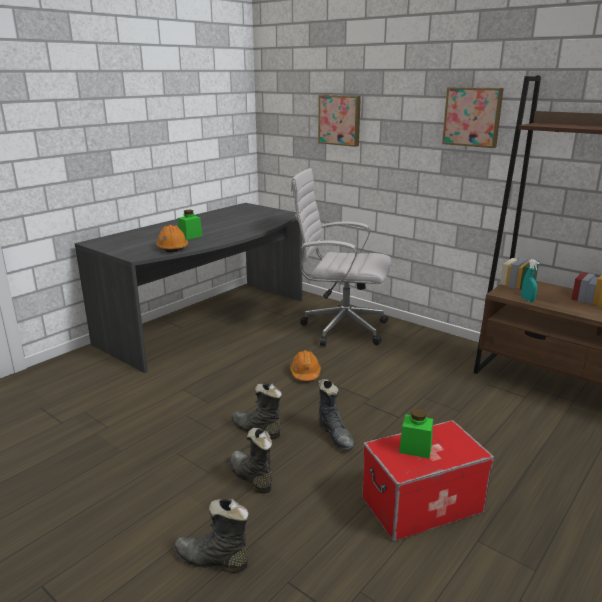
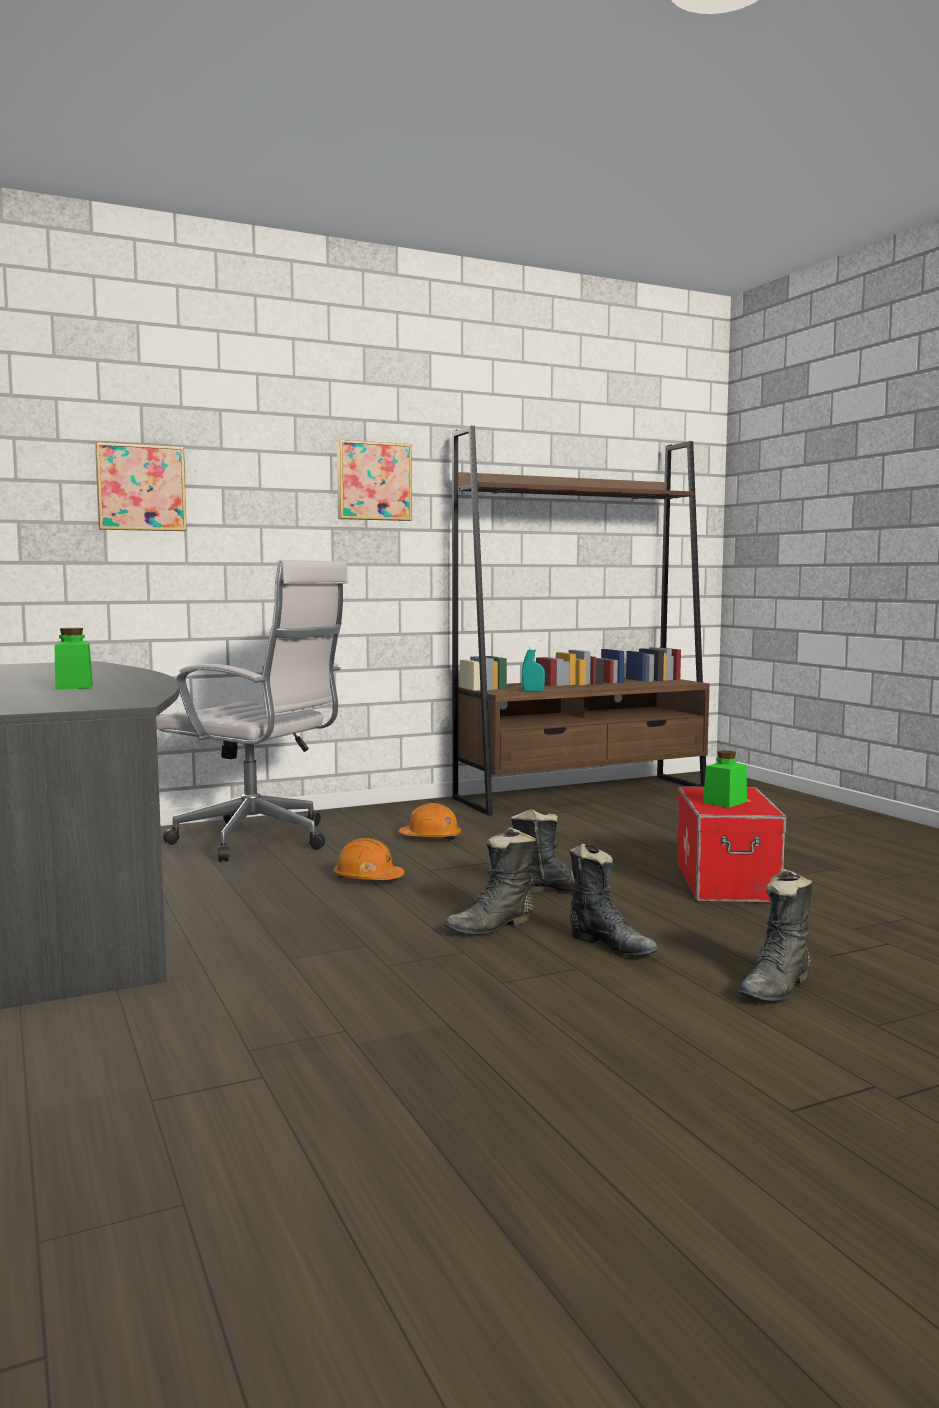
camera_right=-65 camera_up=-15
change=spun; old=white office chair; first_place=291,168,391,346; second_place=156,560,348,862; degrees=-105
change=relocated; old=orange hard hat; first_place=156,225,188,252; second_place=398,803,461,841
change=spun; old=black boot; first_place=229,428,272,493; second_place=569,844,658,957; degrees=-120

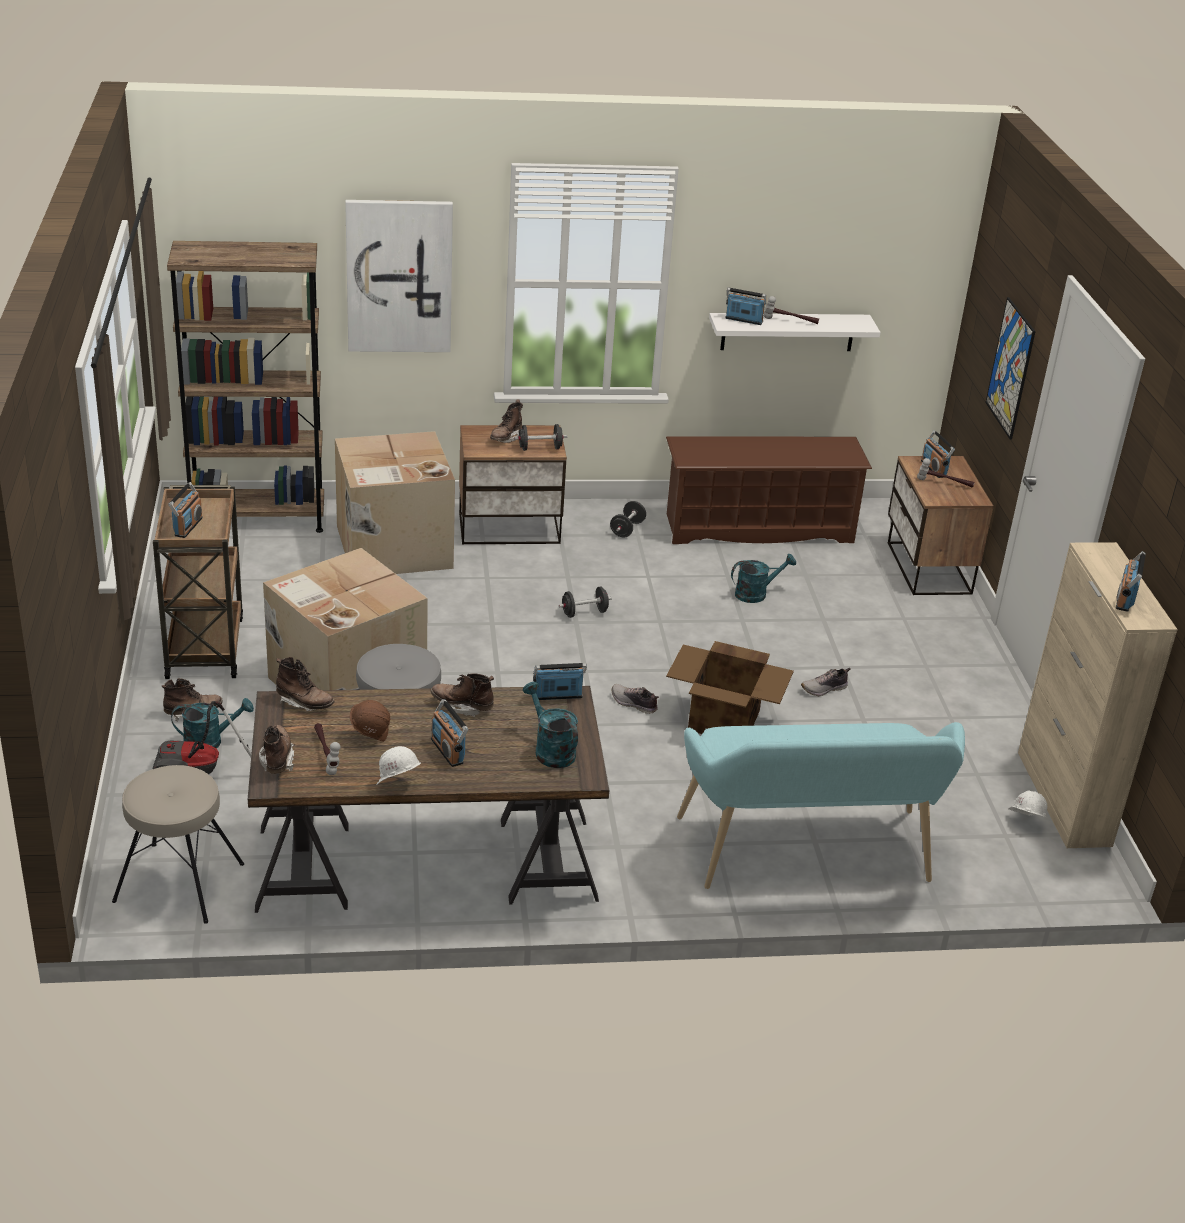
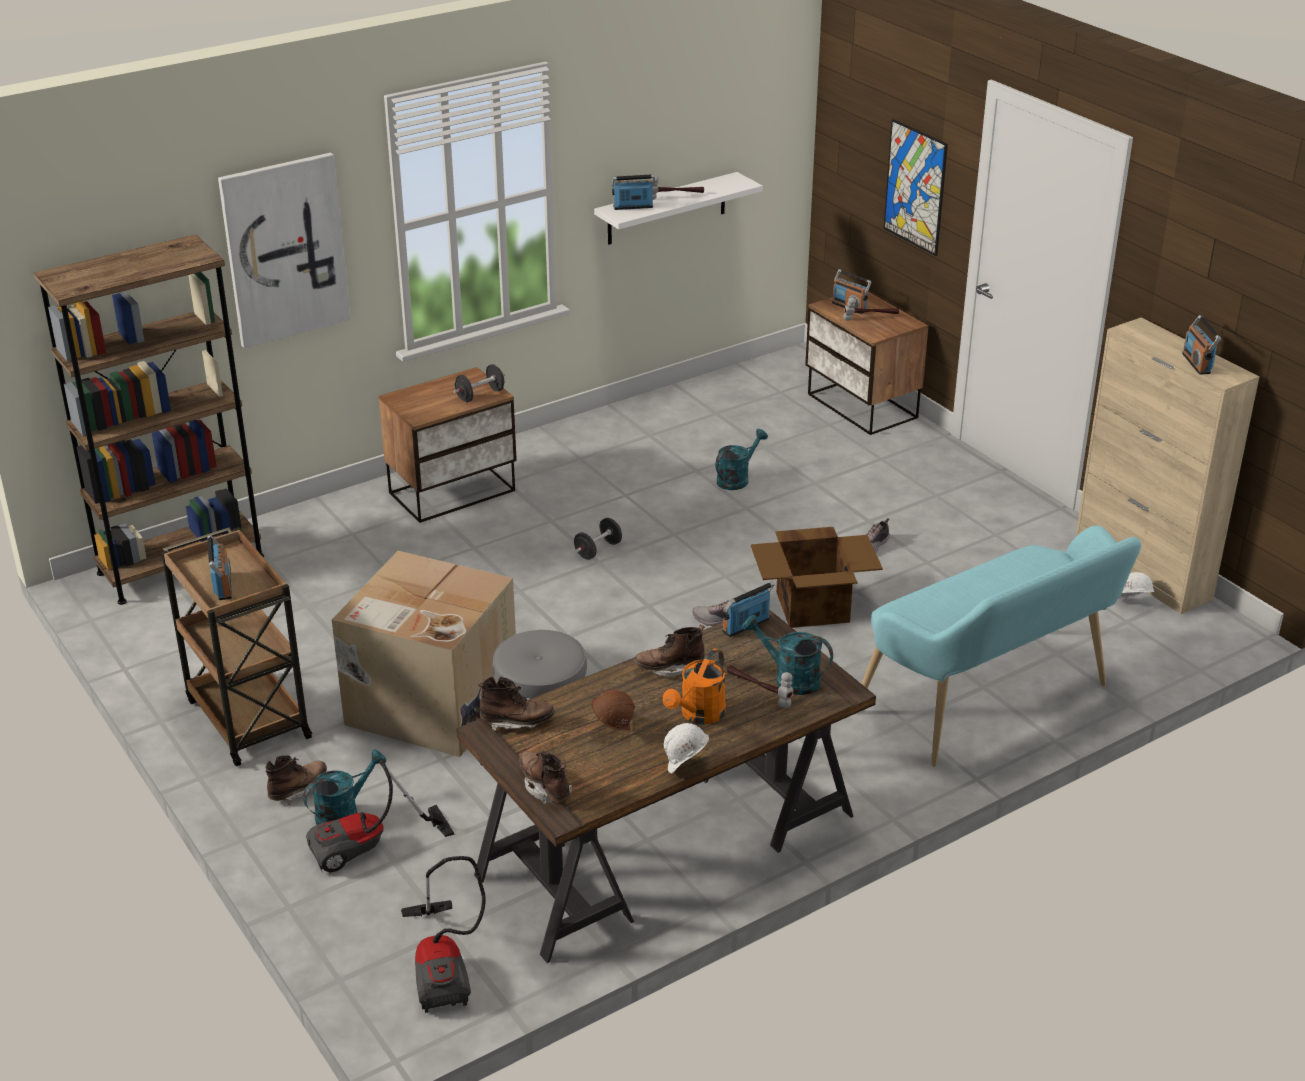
camera_right=-25 camera_up=0
change=exchanged; old=beige stool; new=vacuum cleaner; first_place=112,765,244,924; second_place=401,856,486,1013
change=exchanged; old=radio; new=orange watering can; first_place=431,699,468,767; second_place=663,649,726,725
change=relocated; old=hammer; first_place=314,723,341,775; second_place=727,665,794,708
change=missing; old=cardboard box; first_place=335,431,455,574
change=missing; old=brown boot; first_place=490,400,523,443
change=missing; old=black dumbbell; first_place=610,501,646,537
change=missing; old=brown shoe rack; first_place=666,436,872,544

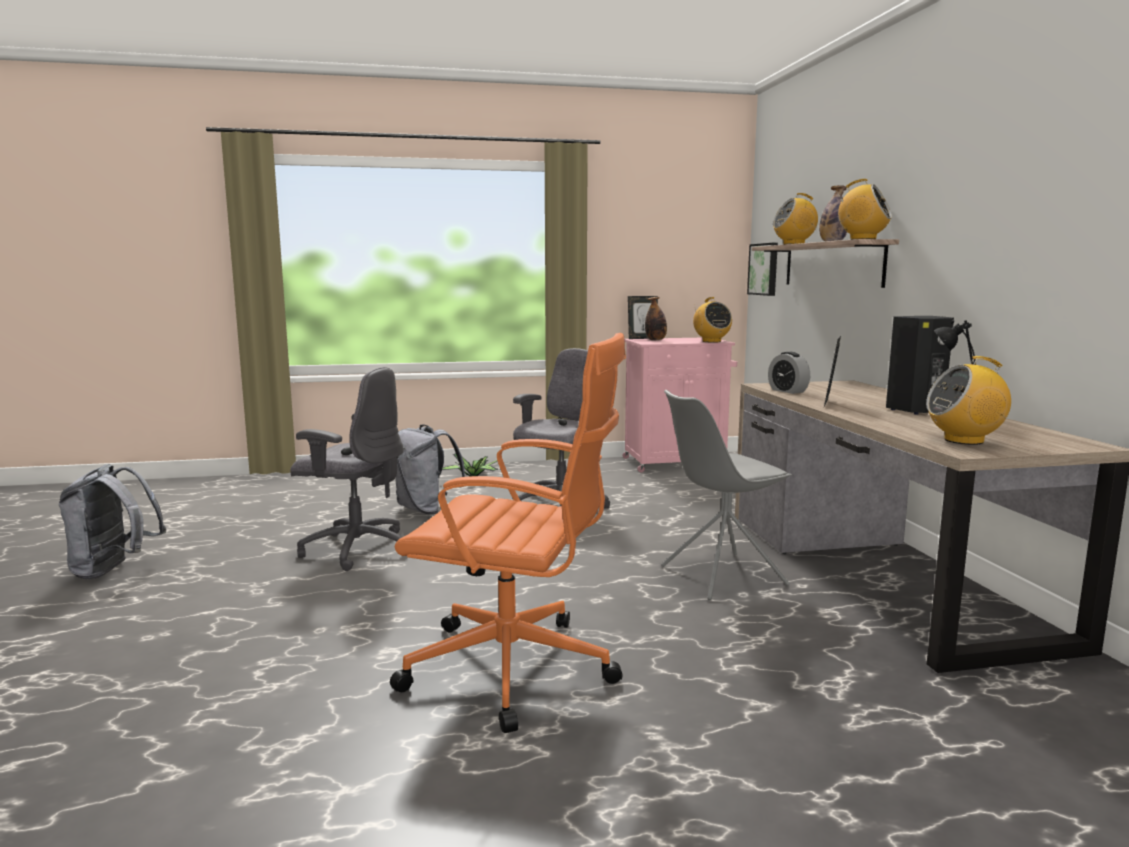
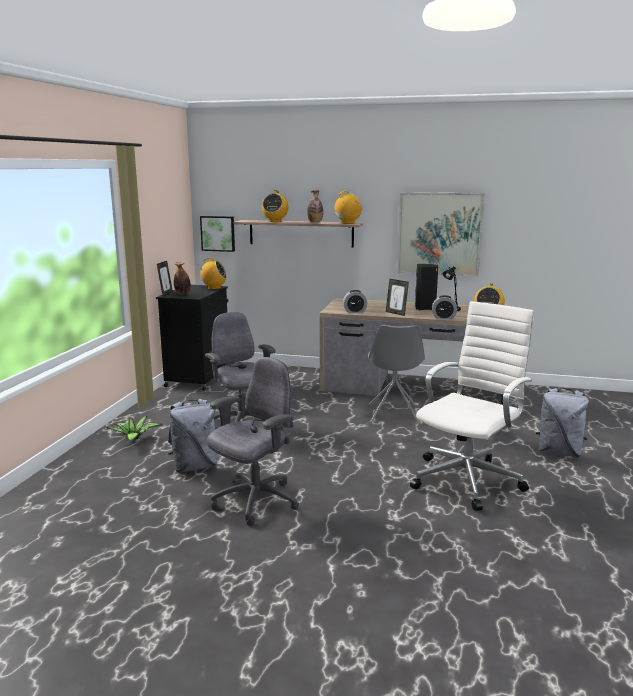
camera_right=-65 camera_up=5
change=colour; old=pink cabinet; new=black cabinet; first_place=622,338,737,472; second_place=156,285,228,391
change=appeared; new=picture; second_place=397,192,485,277
change=colour; old=orange office chair; new=white office chair; first_place=390,333,626,733; second_place=410,301,534,511
change=appeared; new=alarm clock; second_place=432,295,457,319
change=relocated; old=grey backpack; first_place=59,464,167,580; second_place=536,388,589,457

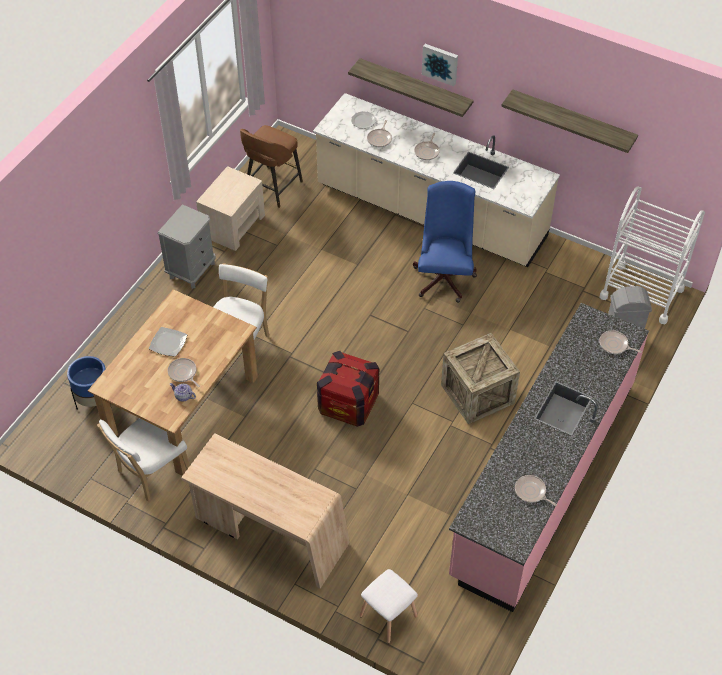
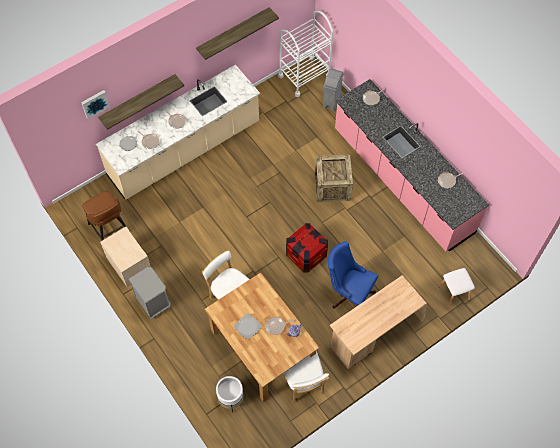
camera_right=-65 camera_up=10
change=relocated; old=picture; first_place=422,44,458,86; second_place=81,90,110,119
change=colour; old=blue planter; new=white planter; first_place=67,356,106,410; second_place=216,376,244,413
change=relocated; old=blue office chair; first_place=413,181,477,303; second_place=328,241,378,309

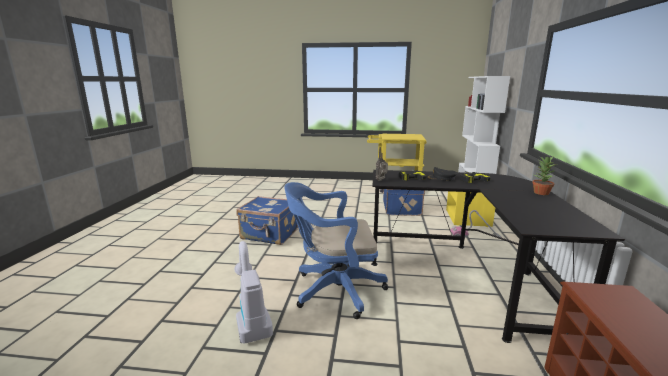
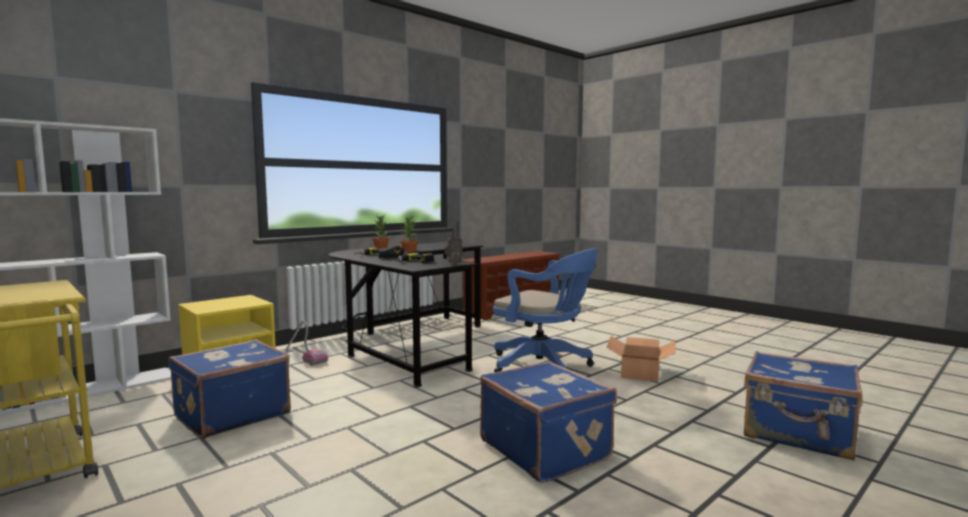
camera_right=-140 camera_up=-10
change=appeared; new=potted plant; second_place=401,216,418,252
change=exchanged; old=vacuum cleaner; new=cardboard box; first_place=234,241,273,343; second_place=607,336,676,382
change=appeared; new=blue suitcase; second_place=744,351,862,461

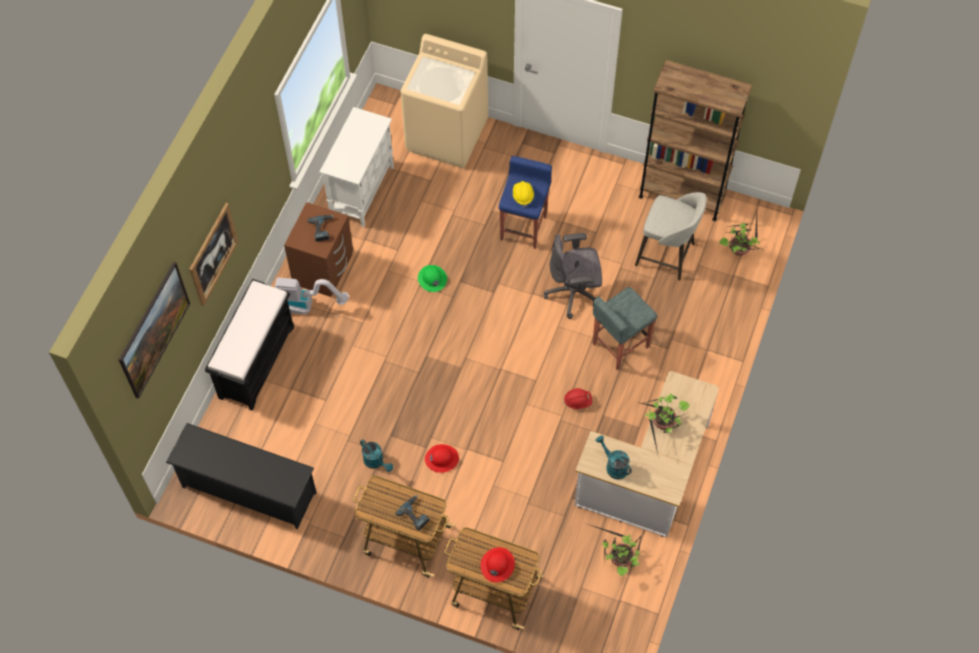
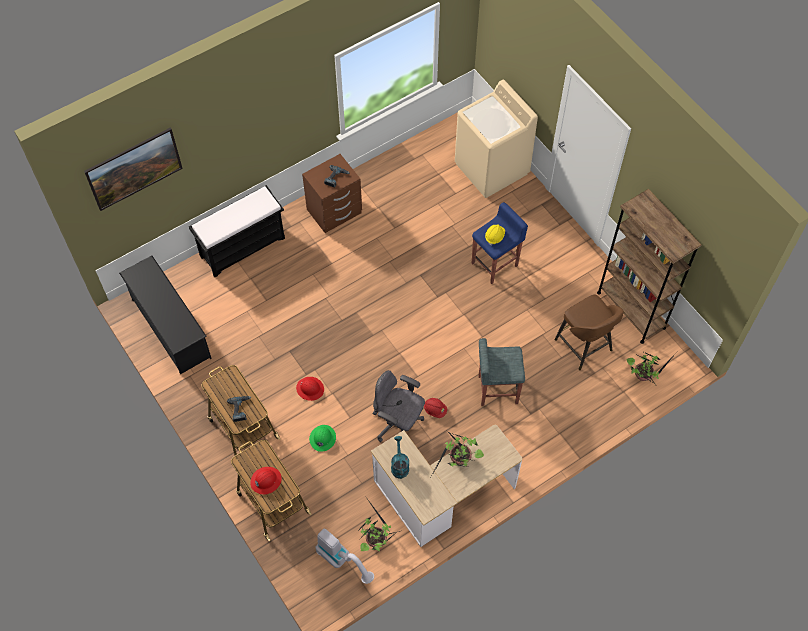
camera_right=35 camera_up=0
change=relocated; old=green hard hat; first_place=418,265,447,292; second_place=309,425,336,452
change=relocated; old=vacuum cleaner; first_place=275,278,349,314; second_place=315,529,374,584
change=relocated; old=grey office chair; first_place=544,233,602,319; second_place=373,370,425,442
change=colour; old=grey stool; new=brown stool; first_place=635,192,706,280; second_place=555,295,624,370
change=missing; old=picture; first_place=189,203,239,306
change=missing; old=white cabinet; first_place=320,107,394,227
change=missing; old=turquoise watering can; first_place=360,439,393,472

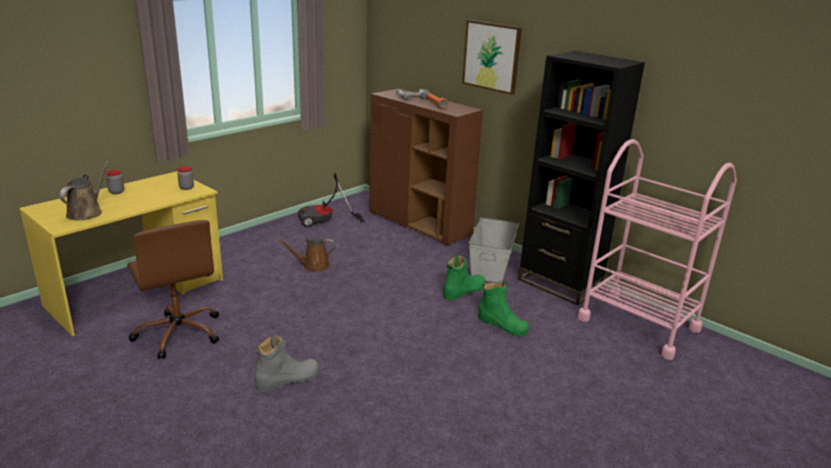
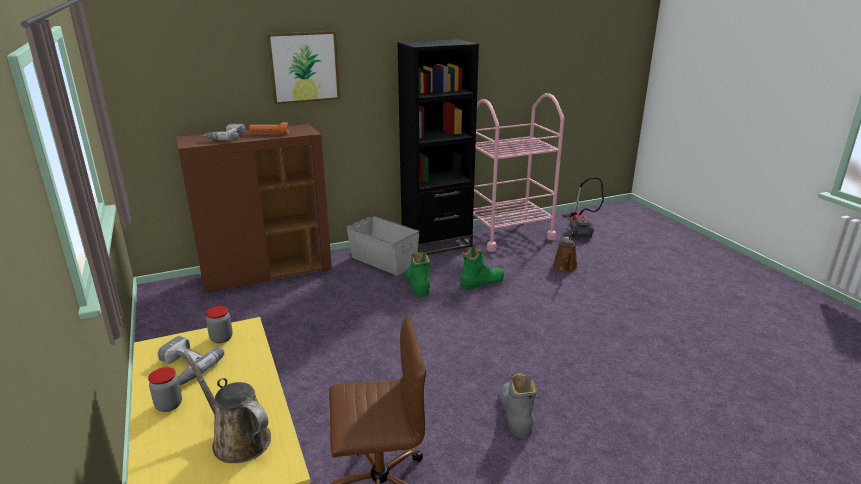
camera_right=-65 camera_up=0
change=appeared; new=power drill; second_place=157,336,224,385
change=relocated; old=brown watering can; first_place=278,238,336,271; second_place=553,237,578,272
change=relocated; old=vacuum cleaner; first_place=298,173,365,227; second_place=563,177,604,238

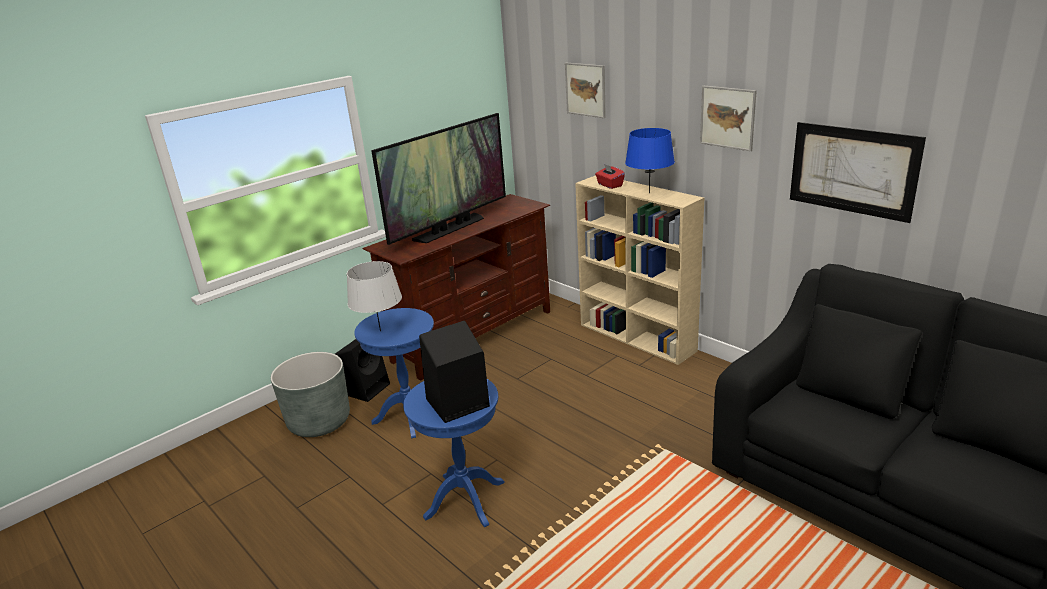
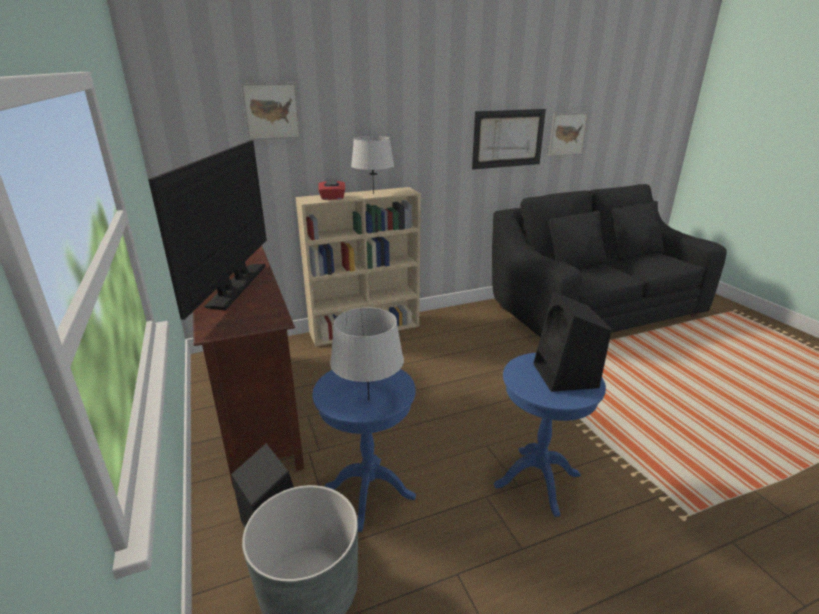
camera_right=-70 camera_up=0
change=spun; old=television; first_place=371,113,506,245; second_place=148,140,267,320; degrees=-150
change=colour; old=blue table lamp; new=grey table lamp; first_place=625,128,675,193; second_place=351,136,394,194
change=relocated; old=picture; first_place=700,86,757,151; second_place=549,112,588,157

